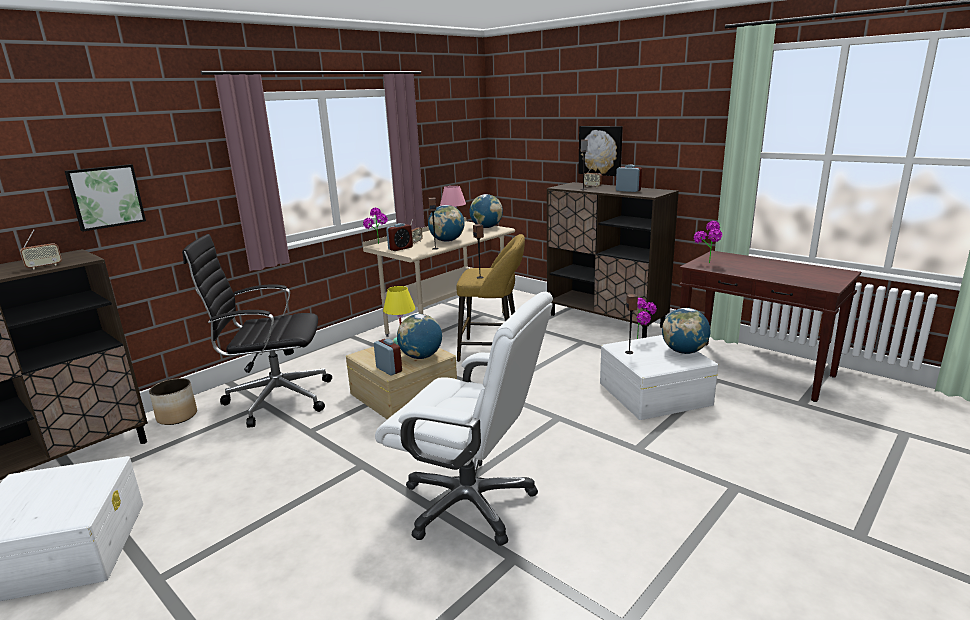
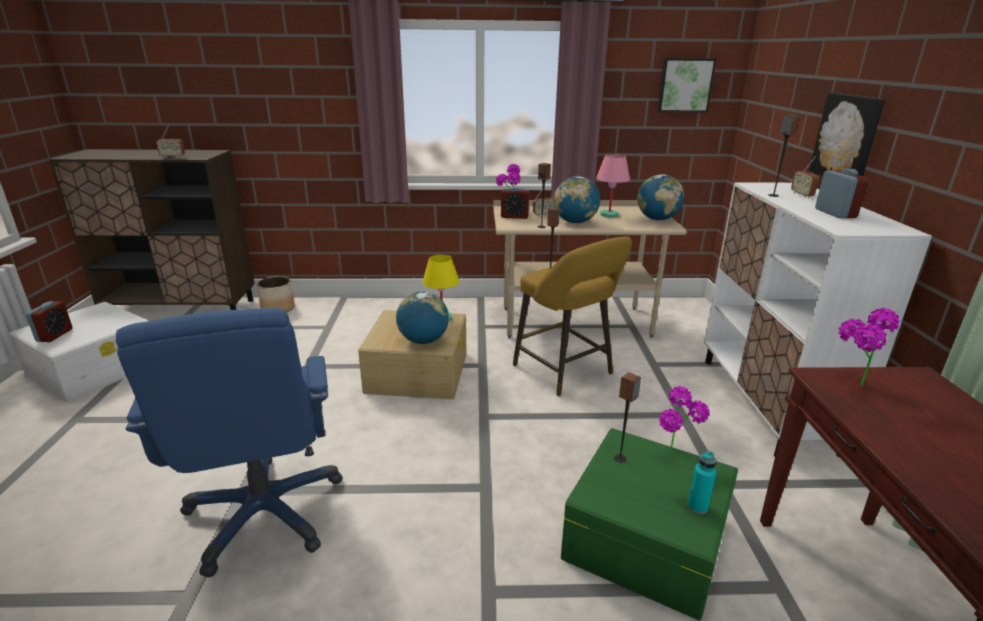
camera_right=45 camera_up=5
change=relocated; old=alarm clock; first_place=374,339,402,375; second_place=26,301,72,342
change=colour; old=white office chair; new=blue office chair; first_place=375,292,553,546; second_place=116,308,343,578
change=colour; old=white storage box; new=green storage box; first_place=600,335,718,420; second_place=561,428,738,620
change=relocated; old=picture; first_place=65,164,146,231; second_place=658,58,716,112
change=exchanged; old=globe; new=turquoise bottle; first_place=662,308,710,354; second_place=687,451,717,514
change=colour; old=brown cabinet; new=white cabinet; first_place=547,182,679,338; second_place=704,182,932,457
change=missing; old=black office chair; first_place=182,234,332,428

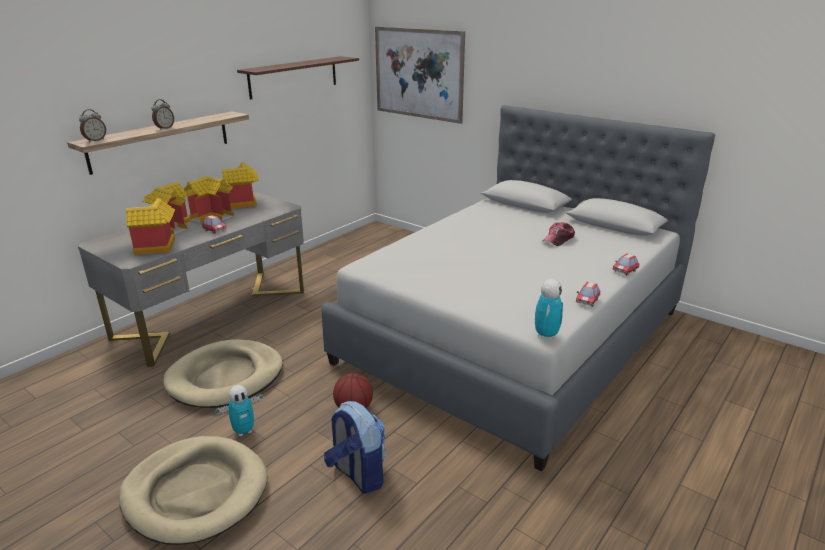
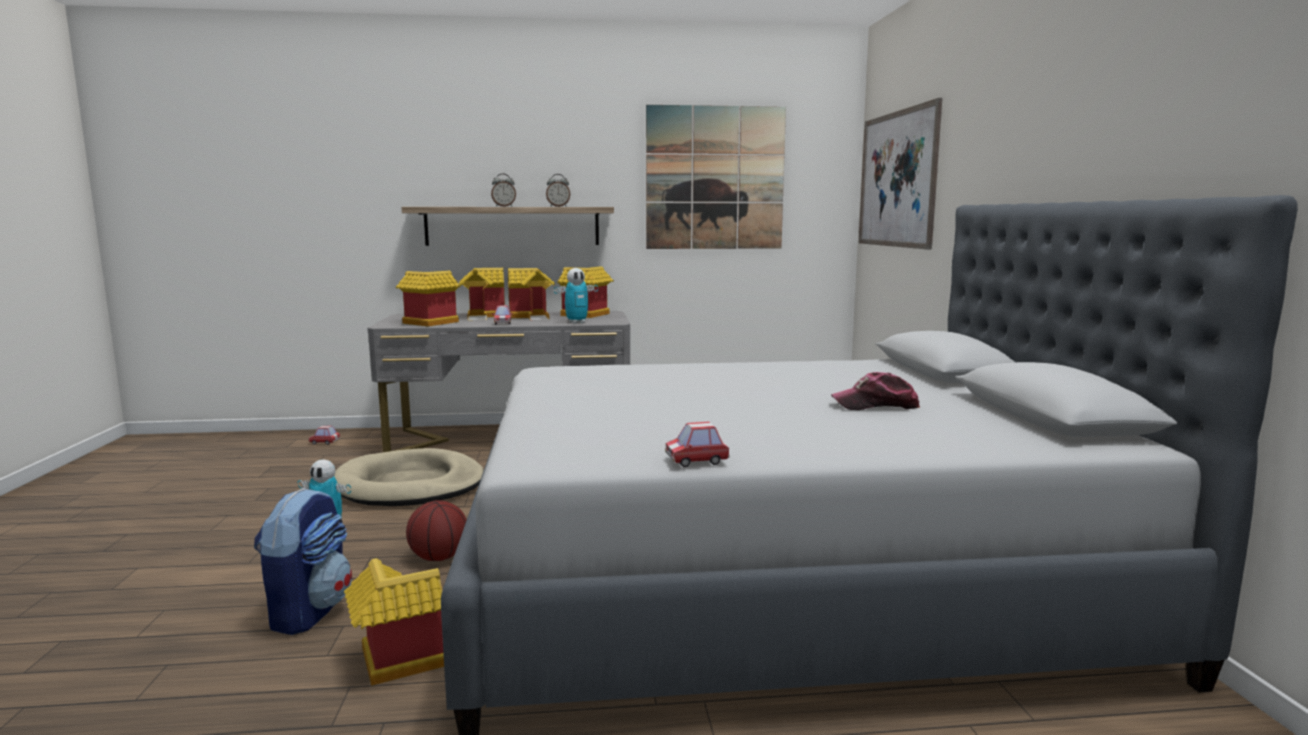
camera_right=45 camera_up=-15
change=relocated; old=toy car; first_place=612,253,640,276; second_place=309,426,340,445
change=appeared; new=toy house; second_place=344,558,444,686
change=relocated; old=alarm clock; first_place=79,109,106,142; second_place=546,174,570,207
change=relocated; old=toy robot; first_place=535,279,563,340; second_place=554,268,598,324
change=exchanged; old=shelf; new=picture; first_place=237,56,359,100; second_place=646,105,786,249
change=missing; old=beige dog bed; first_place=119,436,267,545

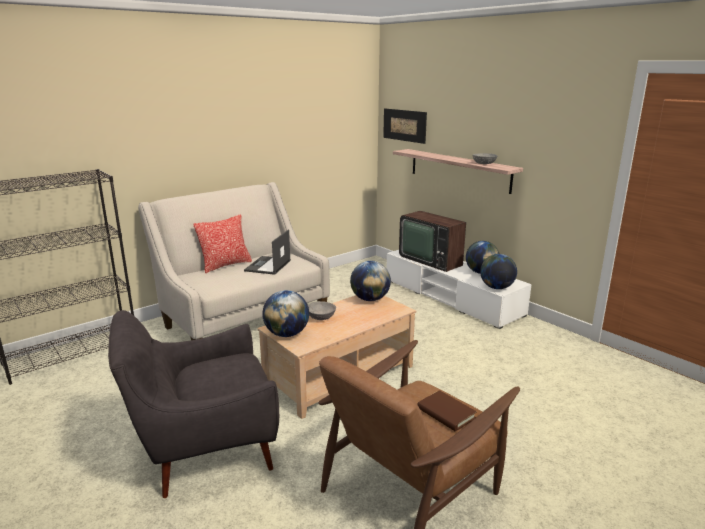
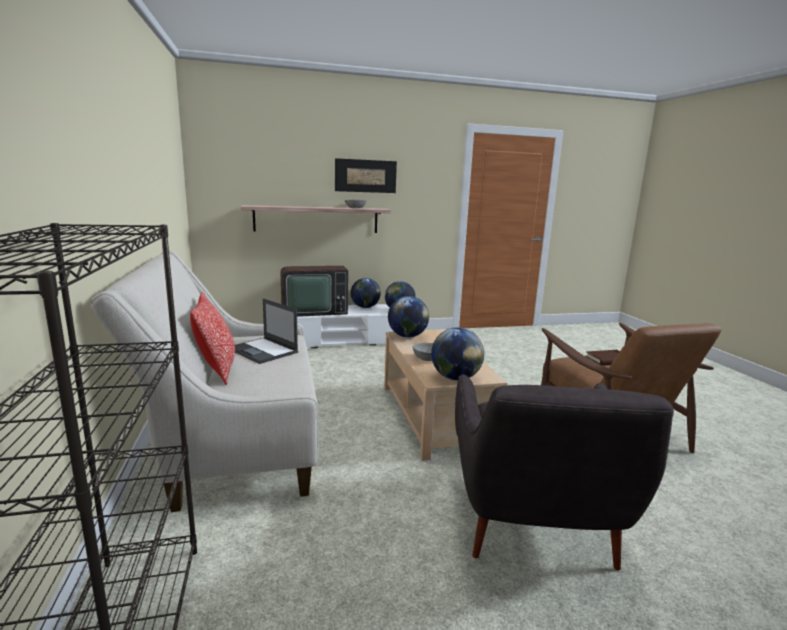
camera_right=-65 camera_up=-5
change=relocated; old=picture; first_place=383,108,427,144; second_place=335,158,397,193

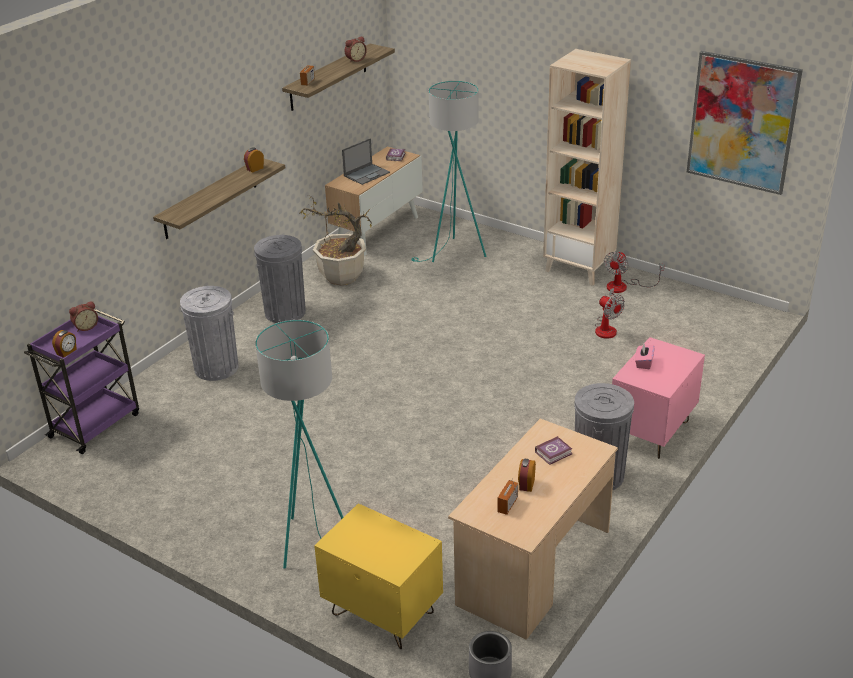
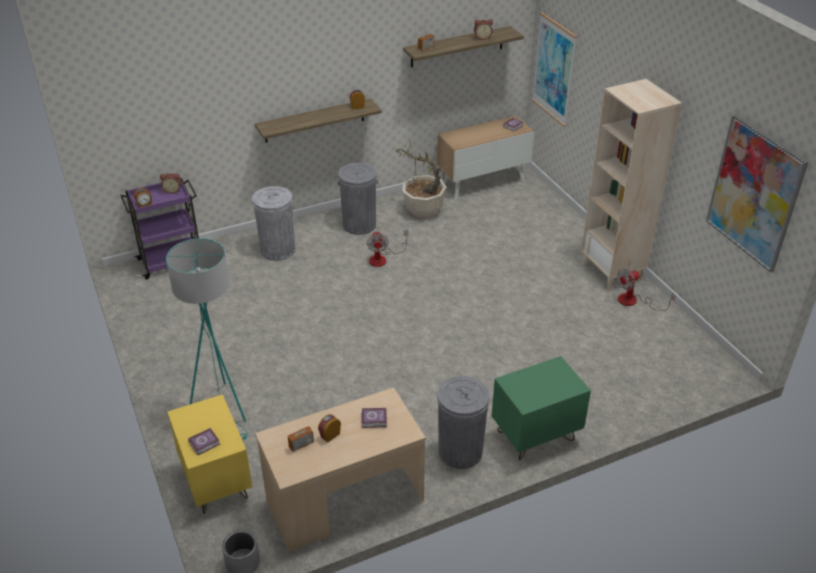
camera_right=30 camera_up=5
change=appeared; new=book; second_place=188,428,220,455
change=relocated; old=fan; first_place=595,288,625,339; second_place=367,230,408,267
change=colour; old=pink nightstand; new=green nightstand; first_place=612,337,705,459; second_place=492,356,591,461
change=appeared; new=picture; second_place=532,12,577,127
change=missing; old=laptop; first_place=342,138,390,185
change=missing; old=turquoise floor lamp; first_place=411,81,486,262
change=missing; old=pink tissue box; first_place=635,343,655,369

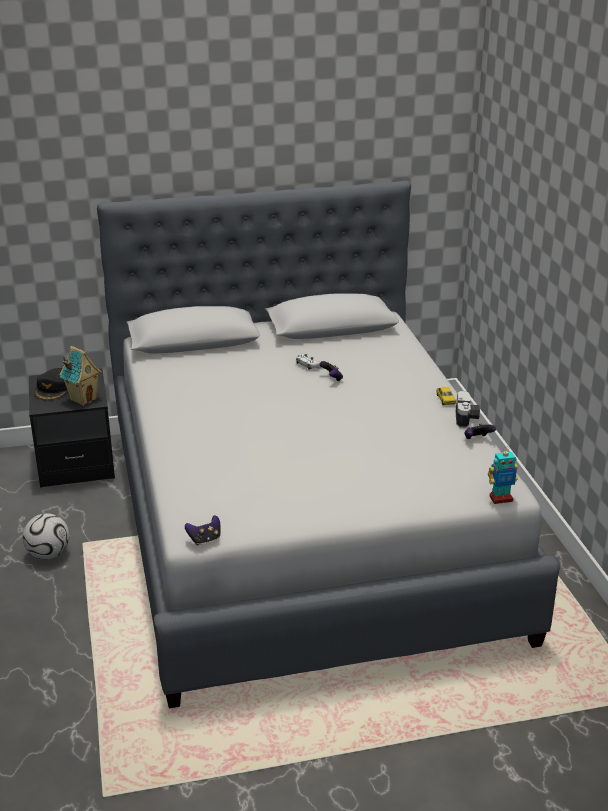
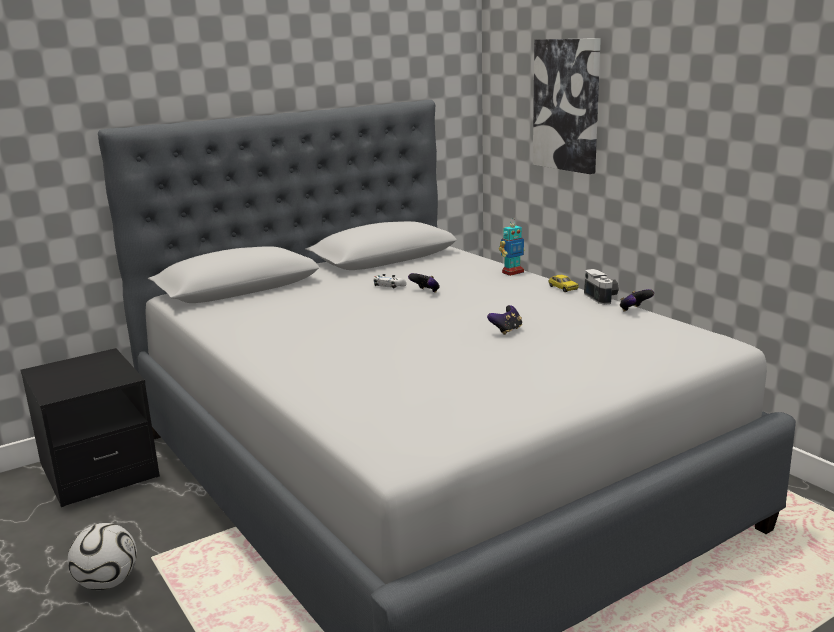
camera_right=-20 camera_up=-10
change=relocated; old=game controller; first_place=185,515,221,546; second_place=487,305,522,335
change=relocated; old=toy robot; first_place=488,447,518,504; second_place=499,219,525,276
change=appeared; new=picture; second_place=533,38,601,174
change=missing; old=black cap; first_place=34,368,67,401
change=missing; old=toy house; first_place=59,346,102,406

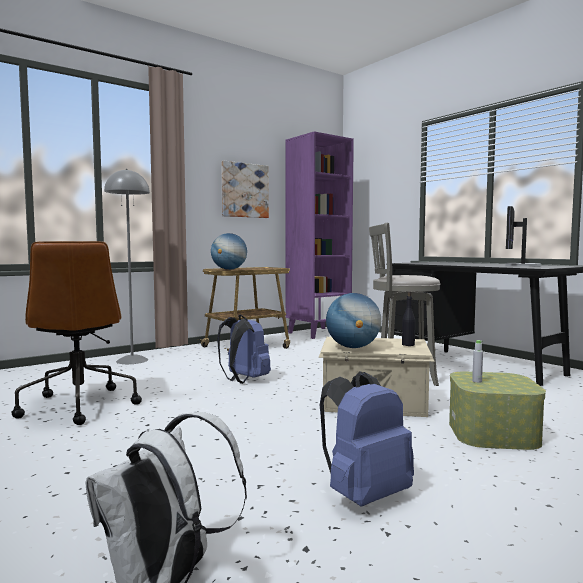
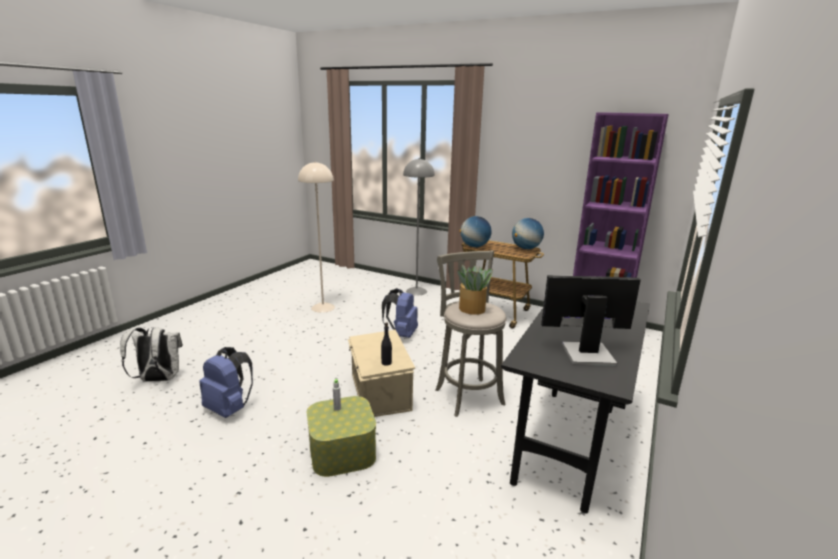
camera_right=65 camera_up=15
change=exchanged; old=brown office chair; new=beige floor lamp; first_place=11,241,142,425; second_place=298,161,335,313
change=appeared; new=potted plant; second_place=458,264,493,315
change=relocated; old=globe; first_place=326,293,381,348; second_place=512,218,544,249
change=missing; old=picture; first_place=221,161,269,218

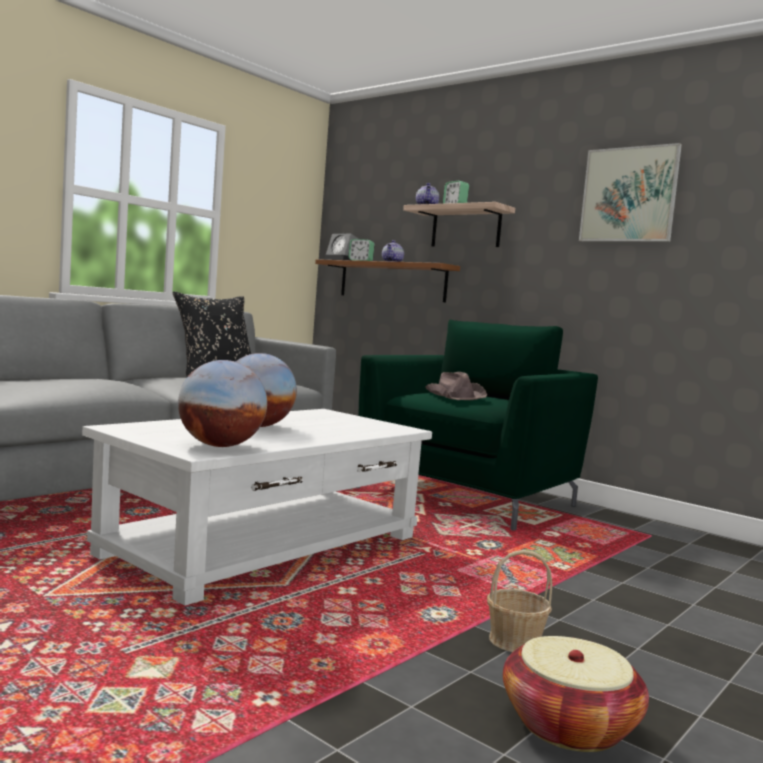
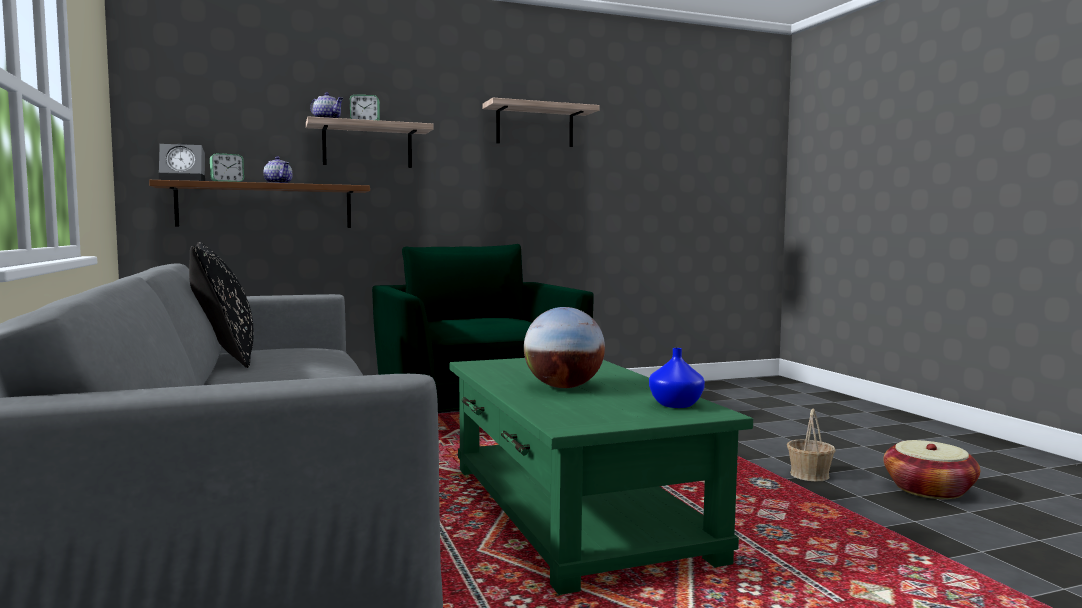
camera_right=-60 camera_up=0
change=colour; old=white coffee table; new=green coffee table; first_place=82,409,432,606; second_place=449,358,753,595
change=exchanged; old=picture; new=shelf; first_place=579,143,682,242; second_place=483,98,600,147
change=exchanged; old=globe; new=blue vase; first_place=178,360,267,447; second_place=649,348,705,408
change=missing; old=brown hat; first_place=425,372,487,400

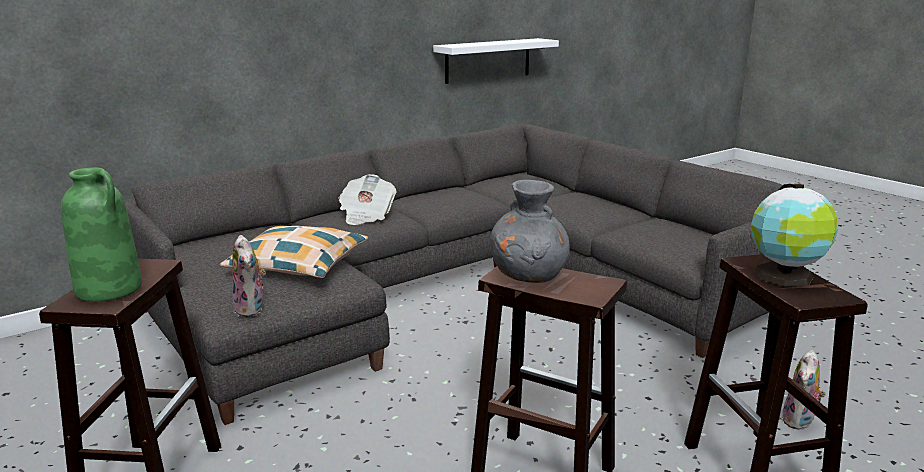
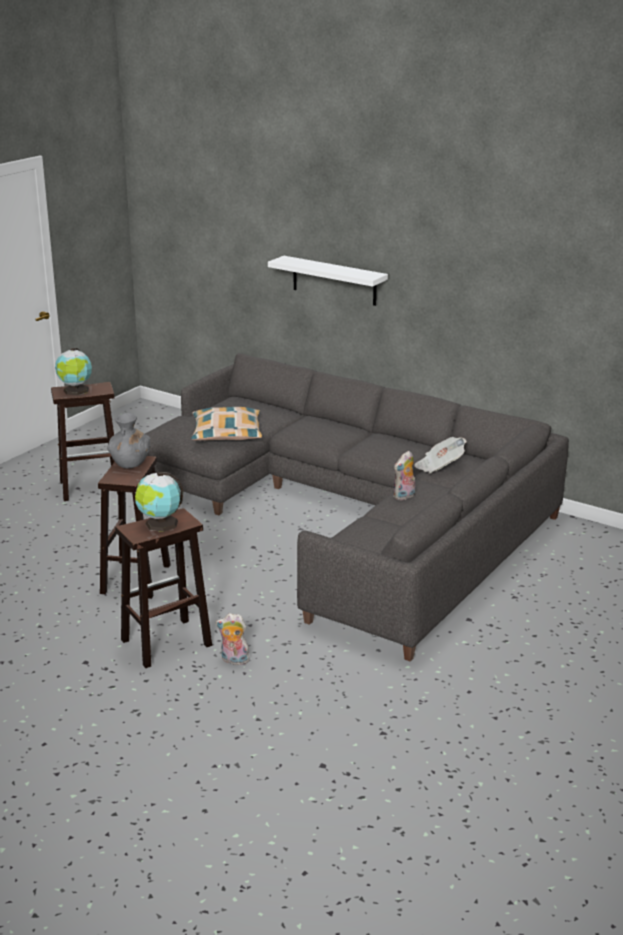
camera_right=70 camera_up=5
change=exchanged; old=green vase; new=globe; first_place=61,168,142,302; second_place=55,348,92,395
change=relocated; old=white shelf; first_place=433,38,559,84; second_place=268,256,388,306
change=relocated; old=plush toy; first_place=232,235,266,317; second_place=394,451,415,500
change=relocated; old=newspaper; first_place=338,174,397,225; second_place=414,437,467,473

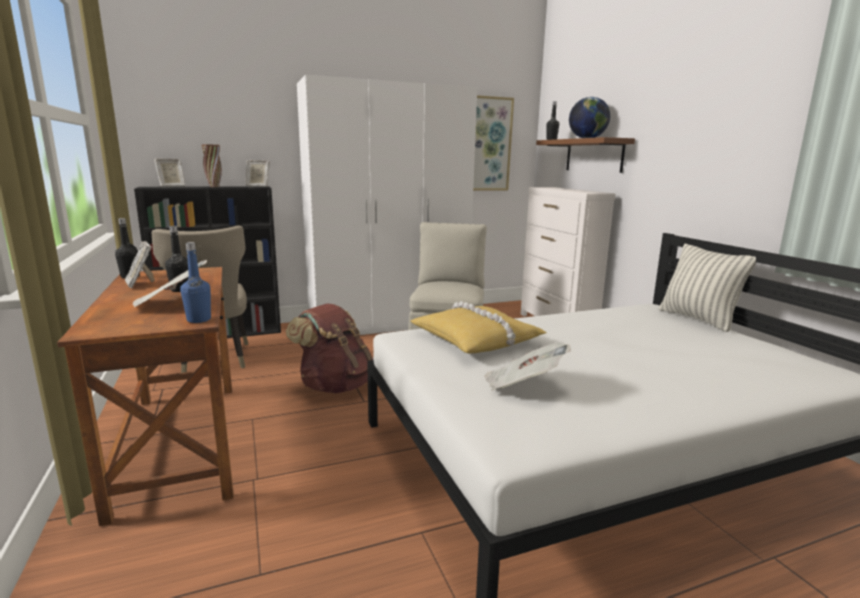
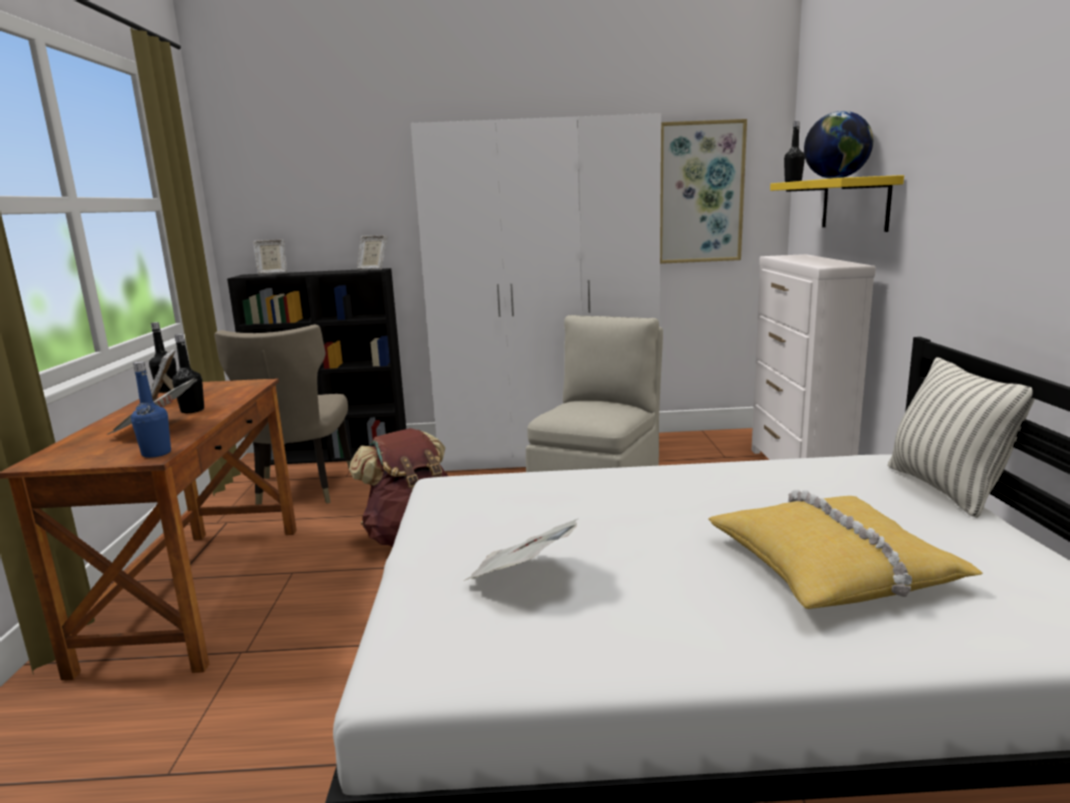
camera_right=20 camera_up=0
change=relocated; old=yellow pillow; first_place=411,301,547,353; second_place=708,490,983,609
change=colour; old=brown shelf; new=yellow shelf; first_place=536,137,635,173; second_place=770,175,904,232
change=missing; old=brown vase; first_place=201,144,222,187

